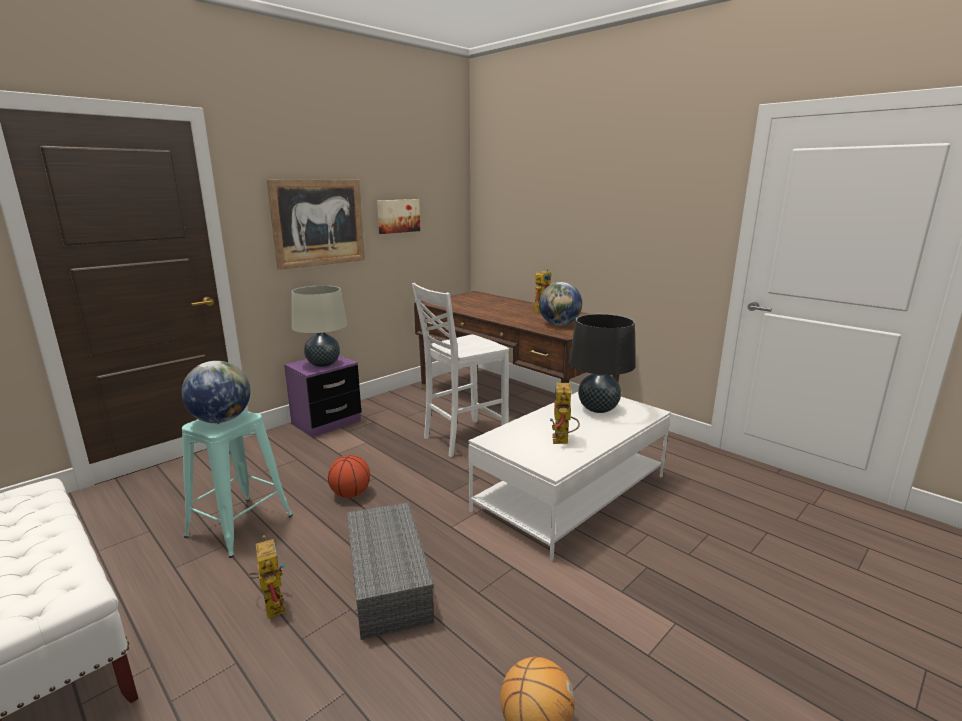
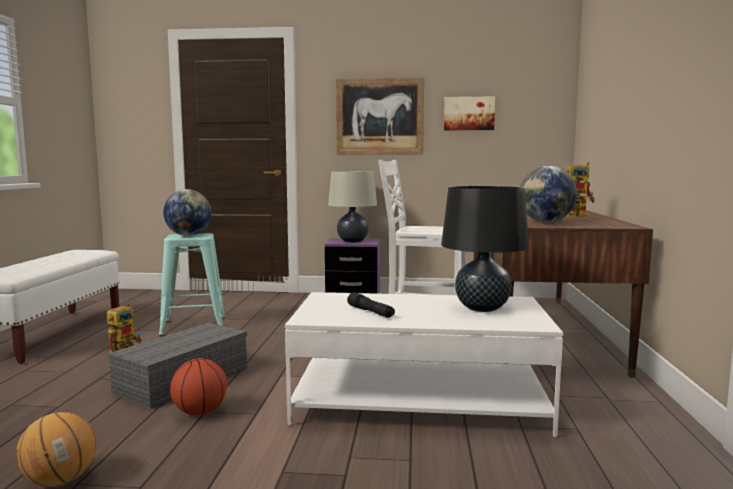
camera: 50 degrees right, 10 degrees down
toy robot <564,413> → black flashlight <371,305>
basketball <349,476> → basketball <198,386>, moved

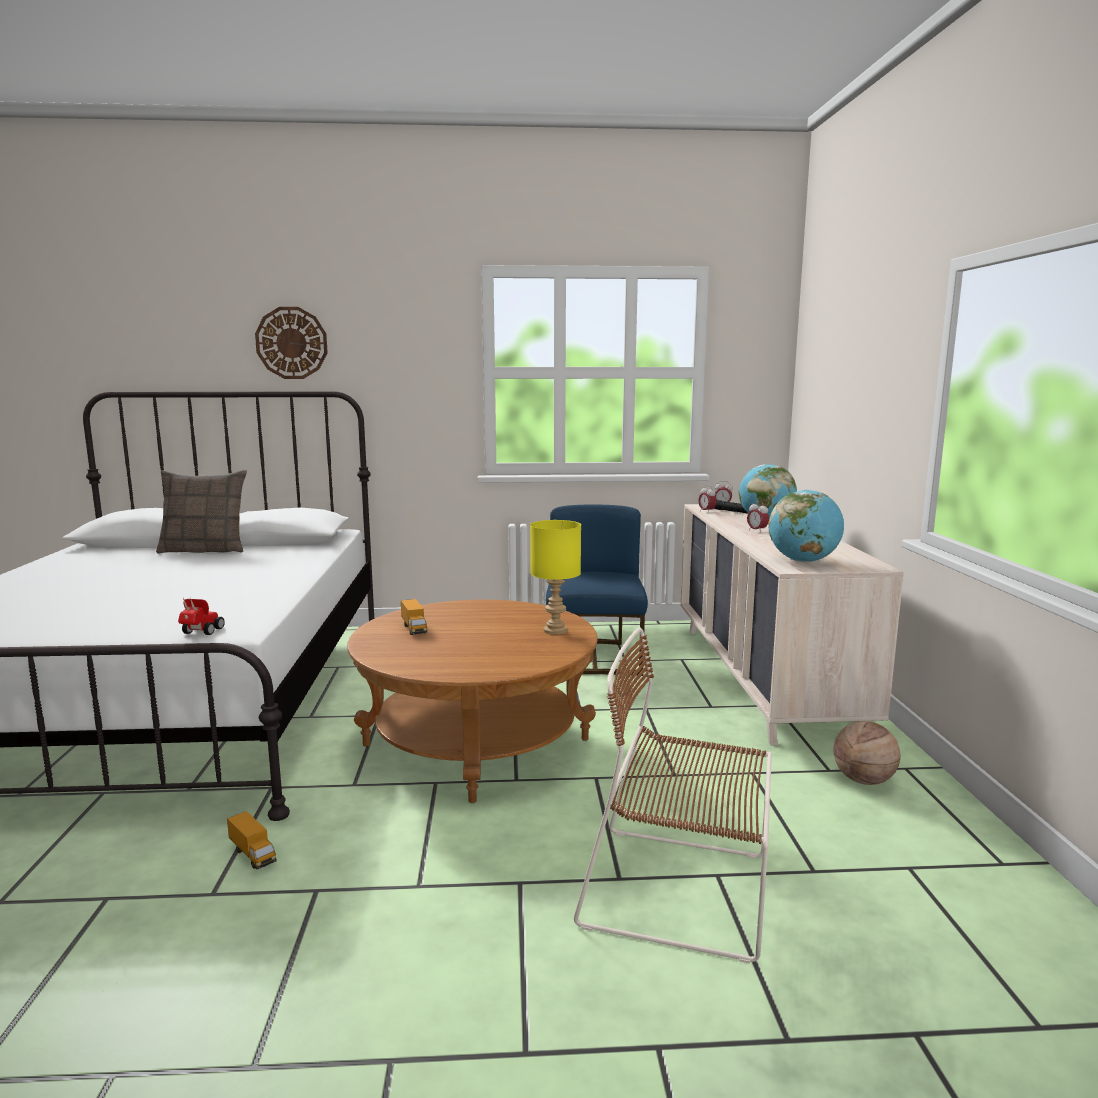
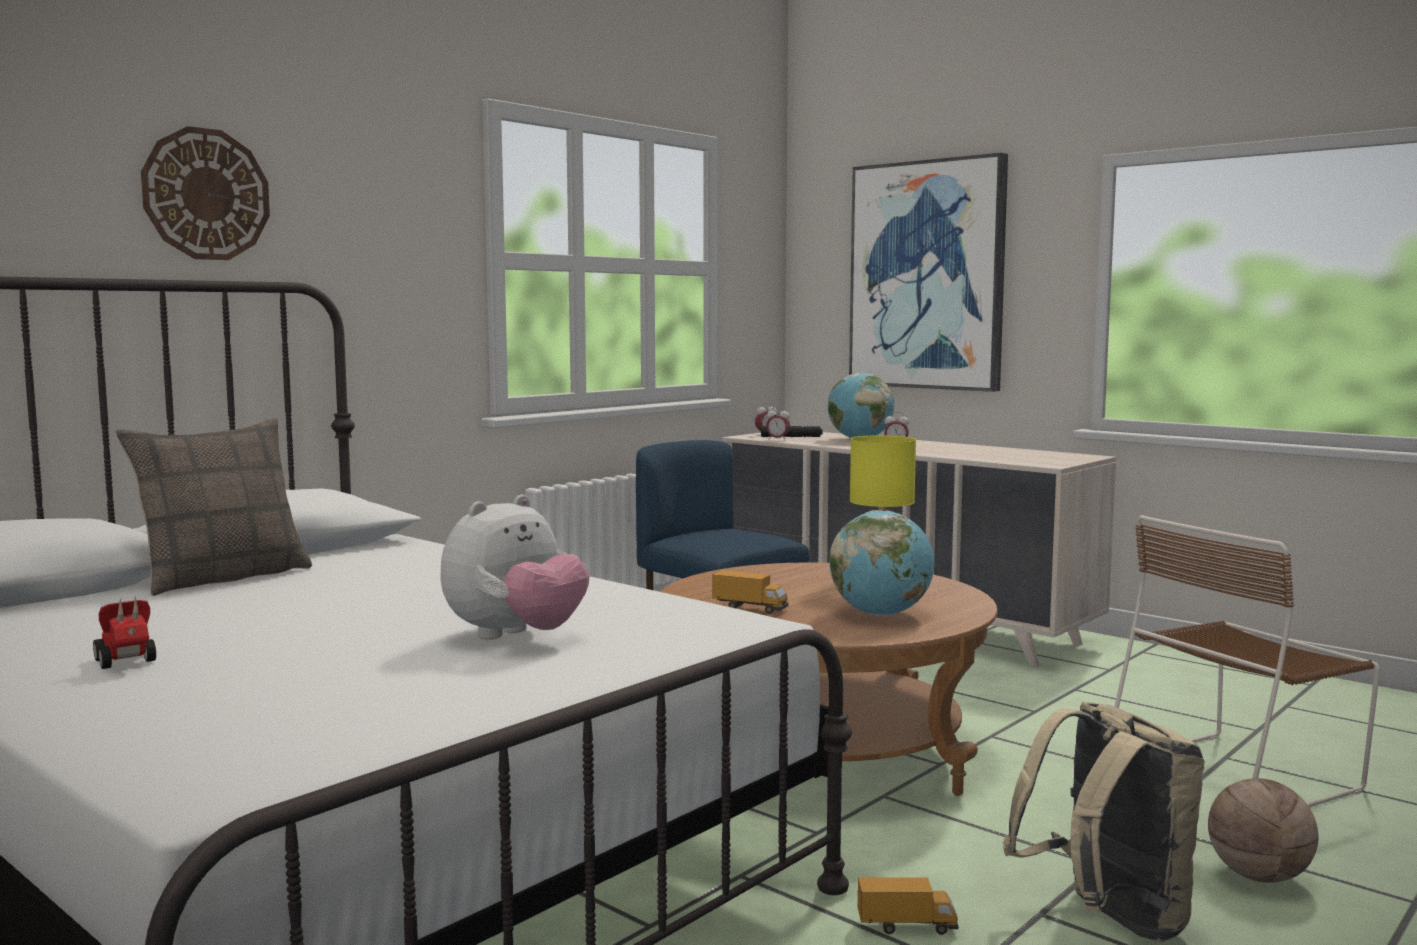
camera: 45 degrees left, 5 degrees down
globe <806,526> → globe <882,563>, moved
toy car <201,616> → toy car <124,632>, moved
basketball <867,753> → basketball <1263,830>, moved
- → picture <928,272>
- → plush toy <515,567>
- → beige backpack <1104,822>

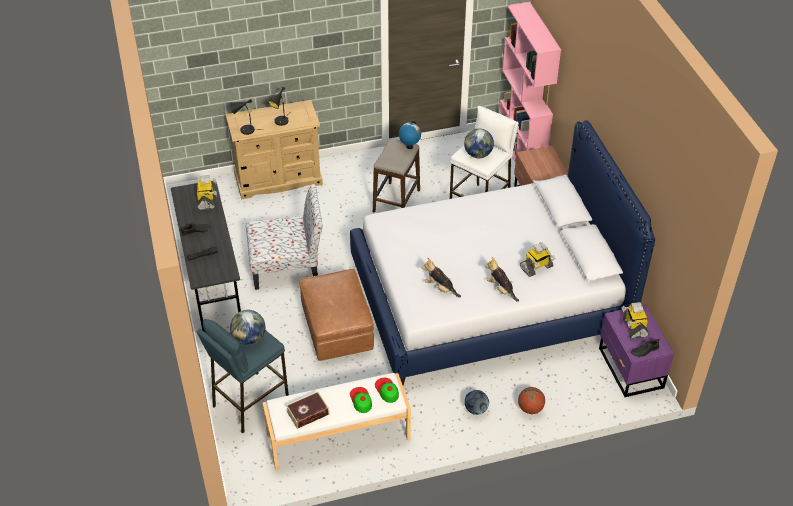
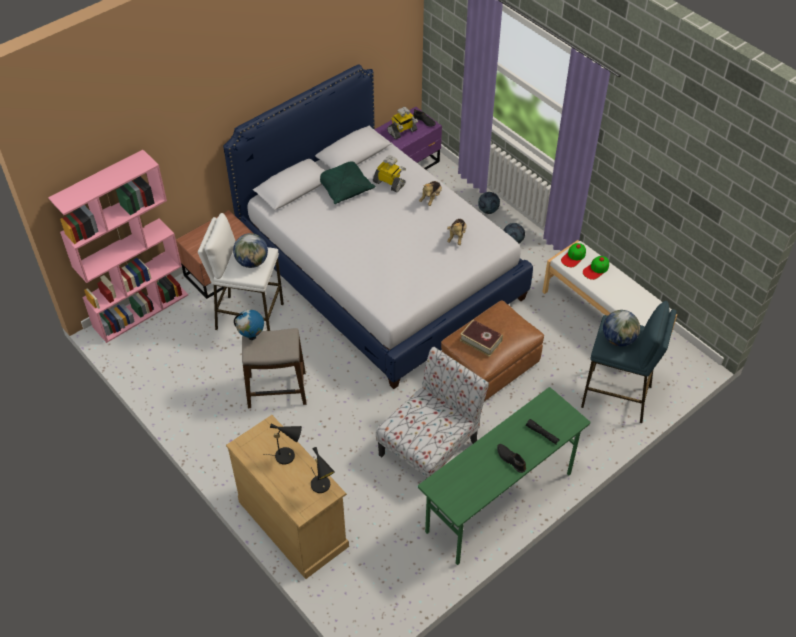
camera: 115 degrees left, 5 degrees up
toy robot <207,192> → -
grey desk <206,256> → green desk <504,476>
chair <284,237> → chair <432,412>, 75 degrees clockwise
basketball <531,400> → football <489,203>
book <307,410> → book <481,338>, moved
- → green pillow <348,182>

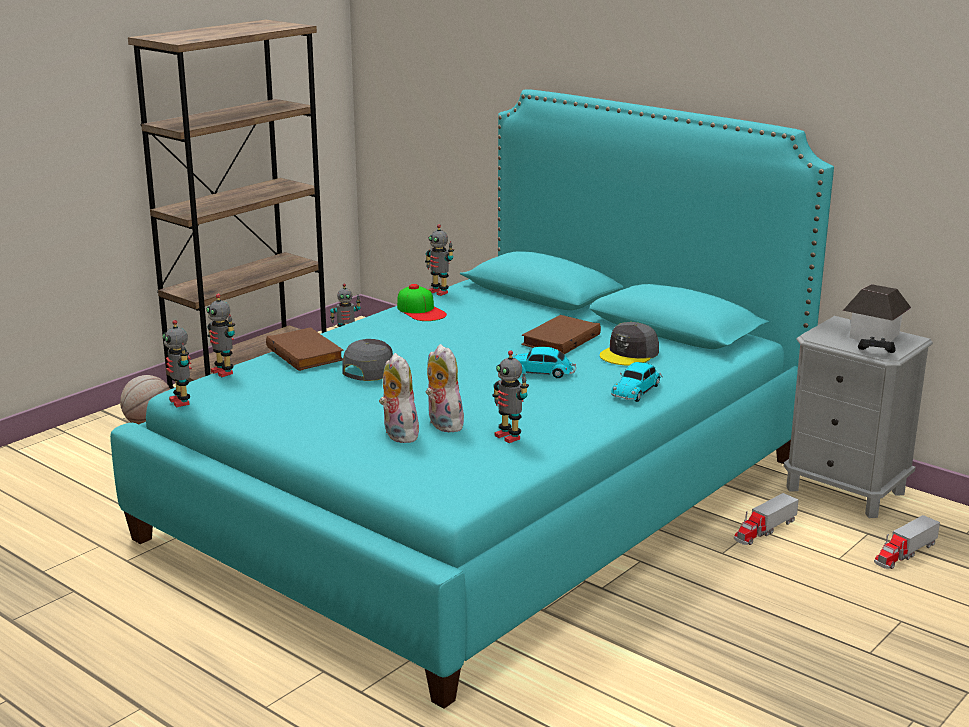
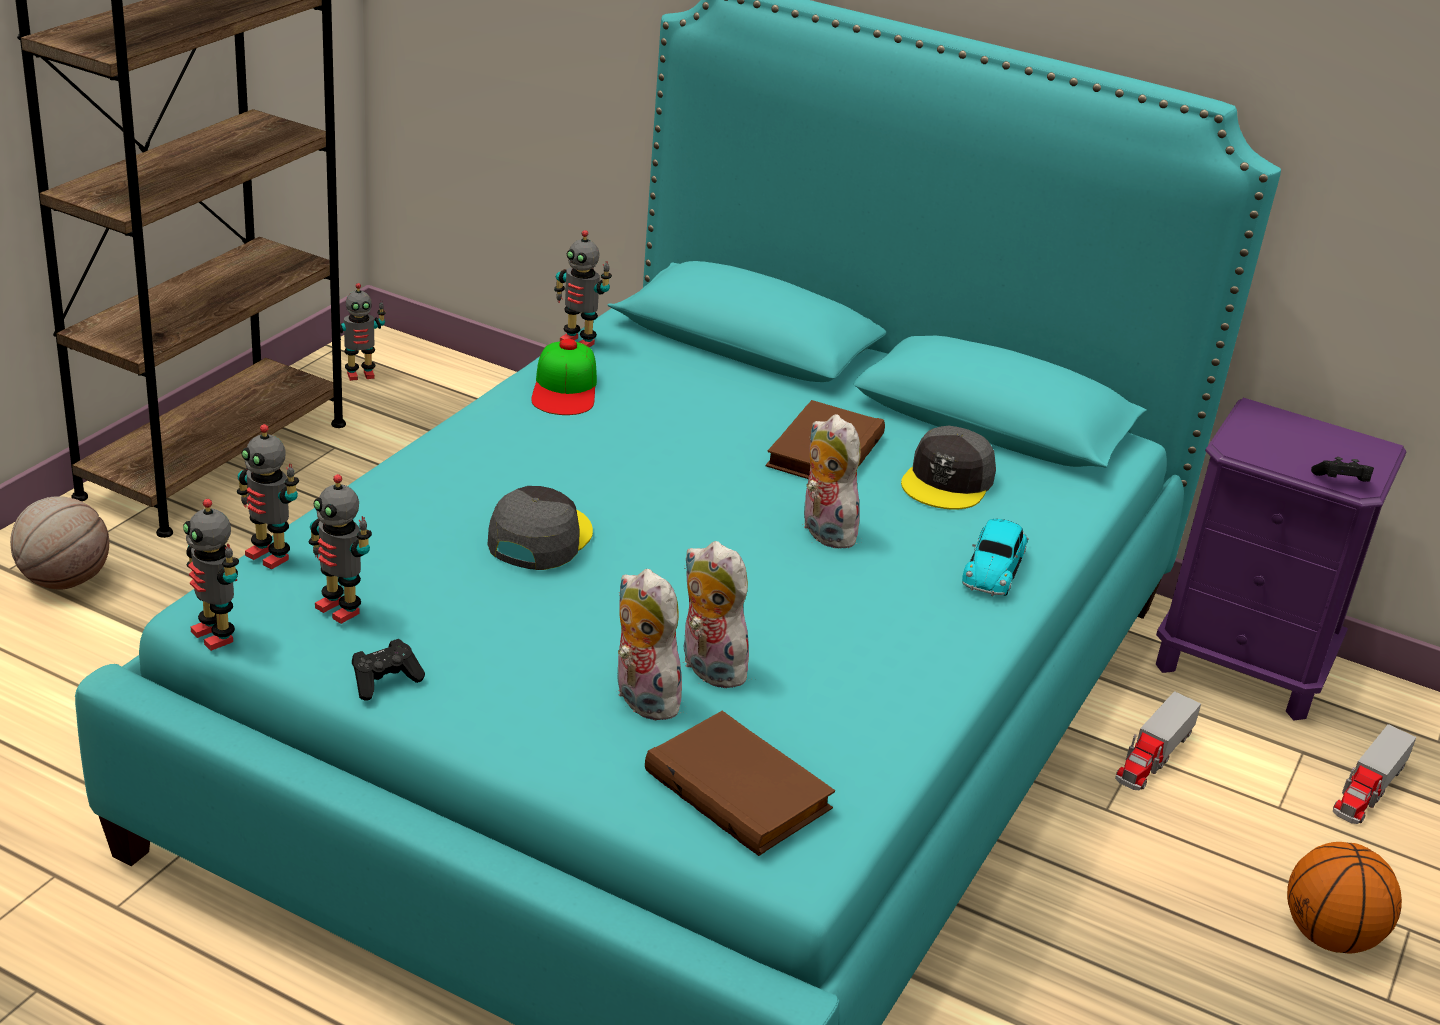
camera: 15 degrees left, 10 degrees up
cap <422,302> → cap <564,377>, 45 degrees clockwise
toy house <877,313> → -
grey nightstand <858,417> → purple nightstand <1281,559>
brown book <304,349> → brown book <740,783>, moved
toy car <544,362> → plush toy <832,481>
toy robot <510,396> → toy robot <340,549>, moved
- → black game controller <388,670>
- → basketball <1344,898>

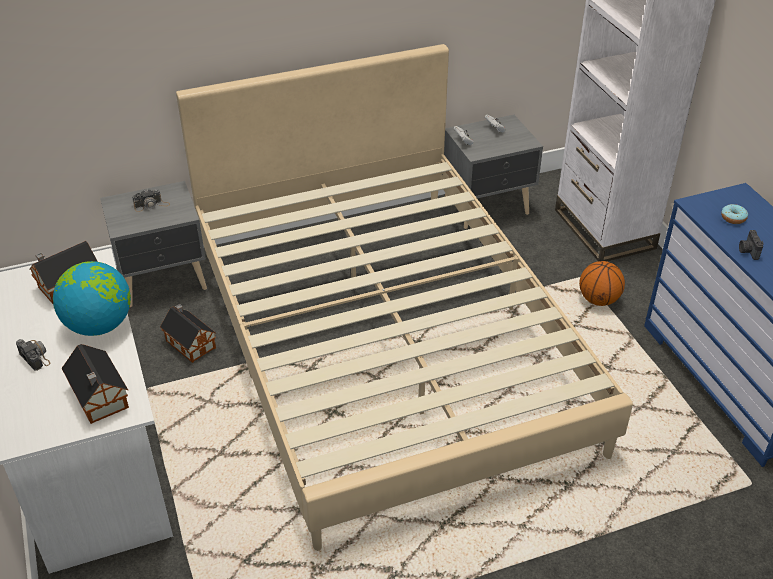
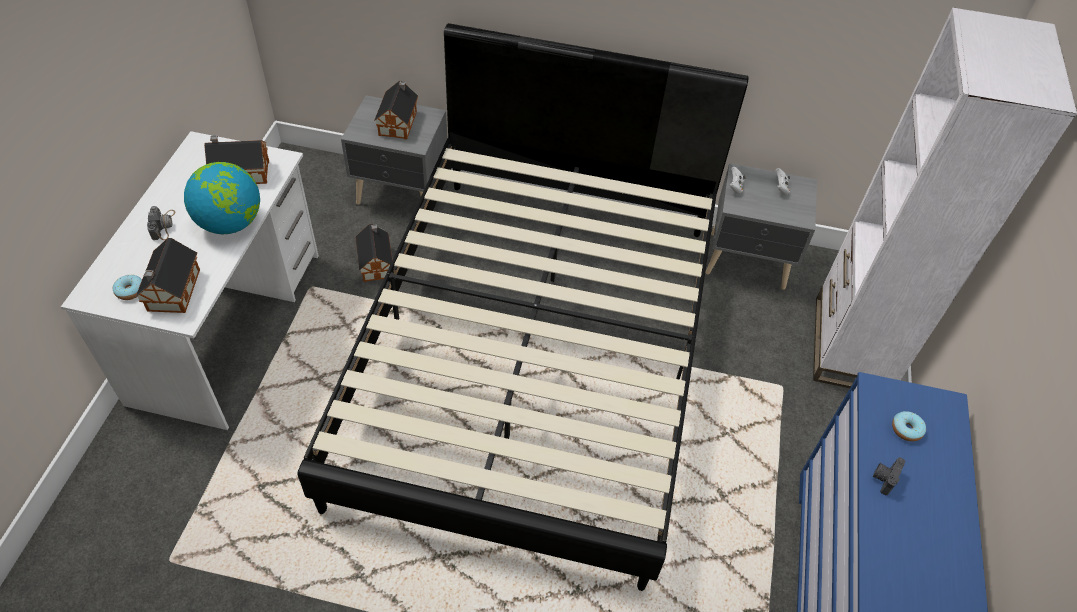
camera: 30 degrees right, 10 degrees up
beige bed <404,297> → black bed <522,307>
photo camera <151,200> → toy house <396,110>
basketball <602,283> → -
- → donut <127,287>

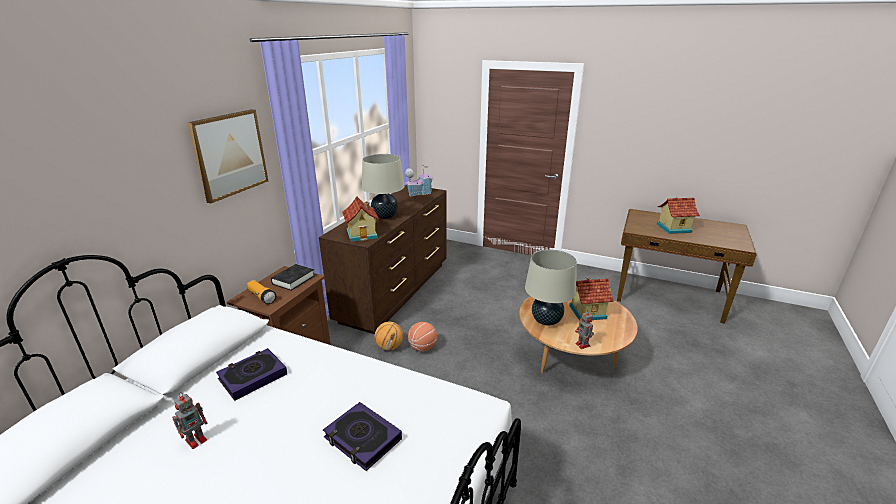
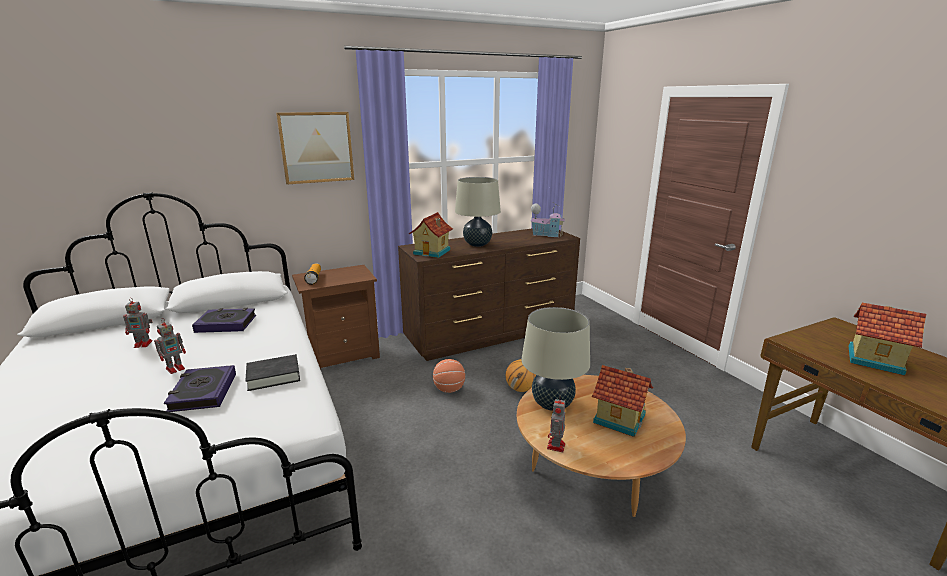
camera: 40 degrees right, 5 degrees down
black book <293,277> → black book <272,372>, moved
basketball <389,336> → basketball <521,375>, moved
- → toy robot <170,346>

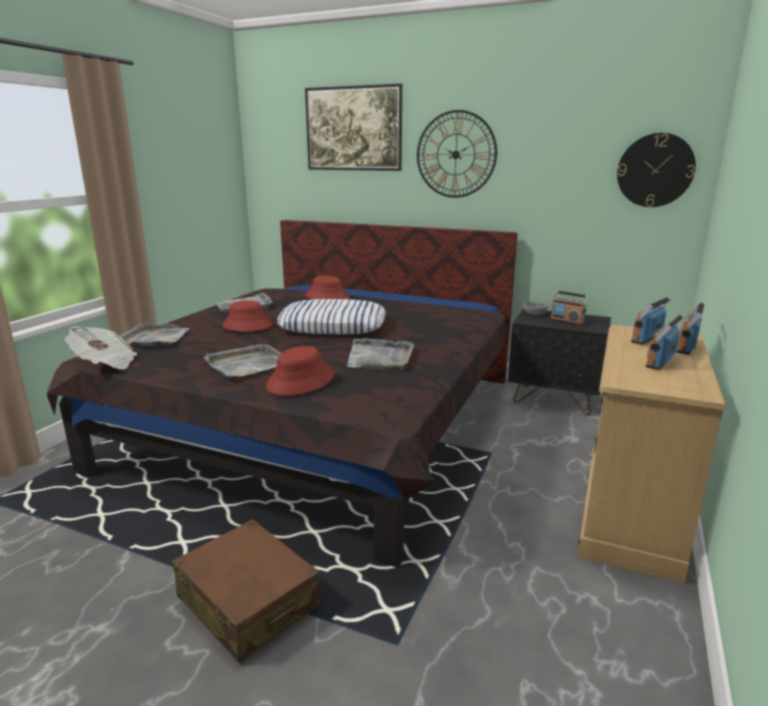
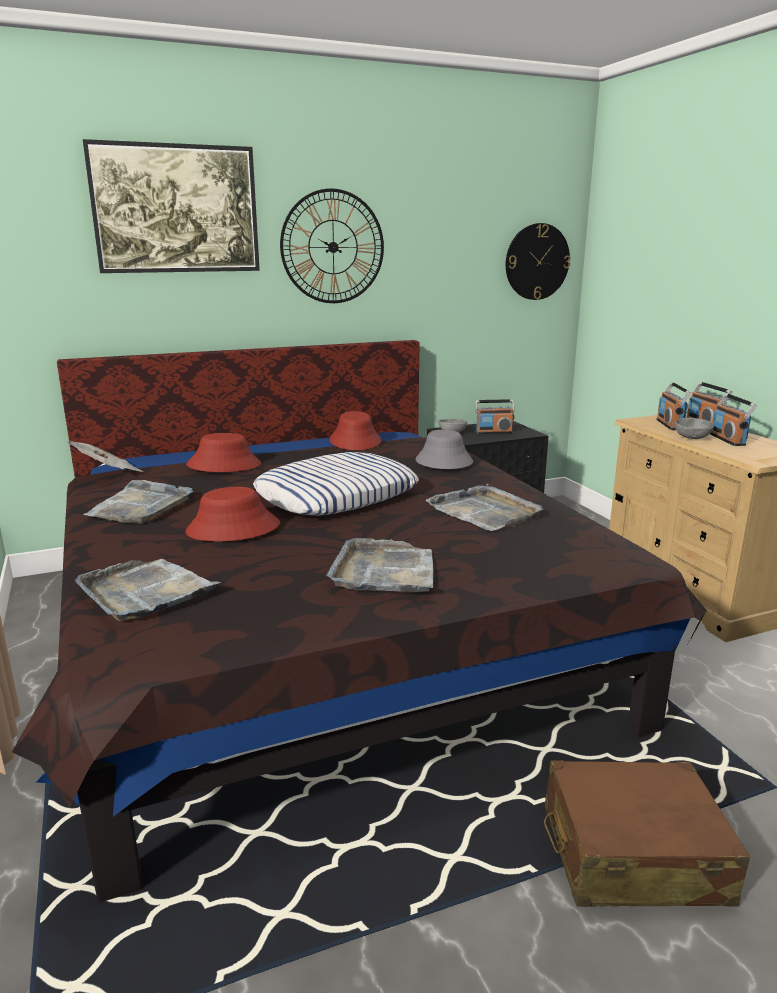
camera: 45 degrees left, 0 degrees up
newspaper <101,347> → newspaper <104,456>, moved
red hat <300,371> → red hat <355,430>, moved
- → grey bowl <694,428>
- → grey hat <444,449>

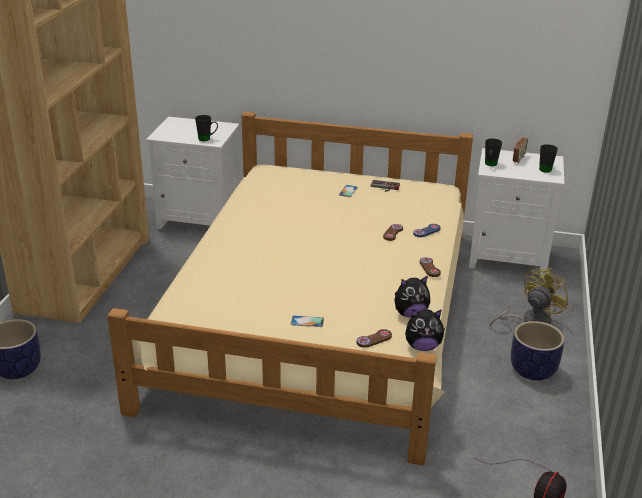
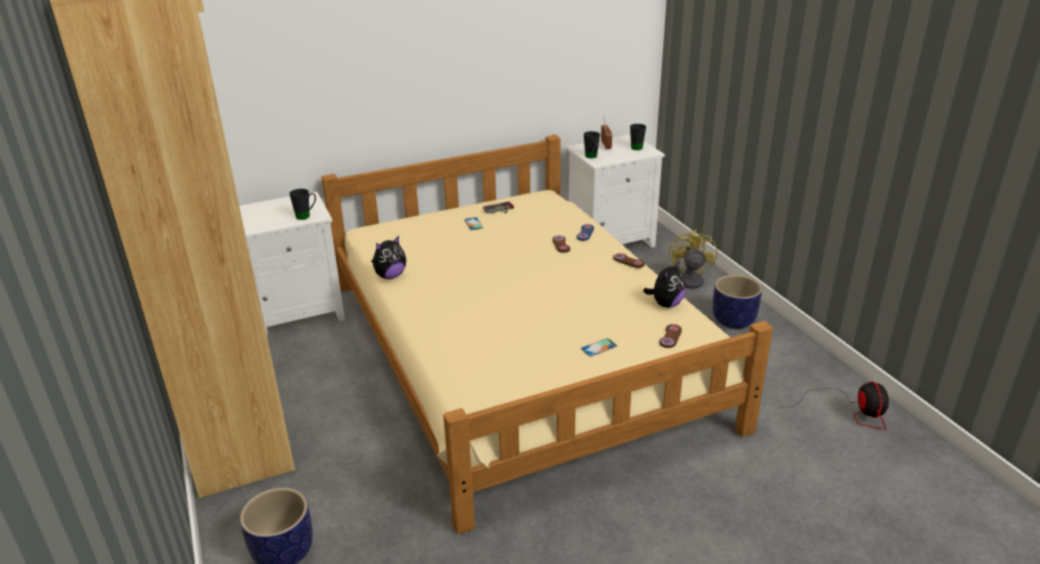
camera: 35 degrees left, 0 degrees up
plush toy <425,330> → plush toy <388,257>, moved

